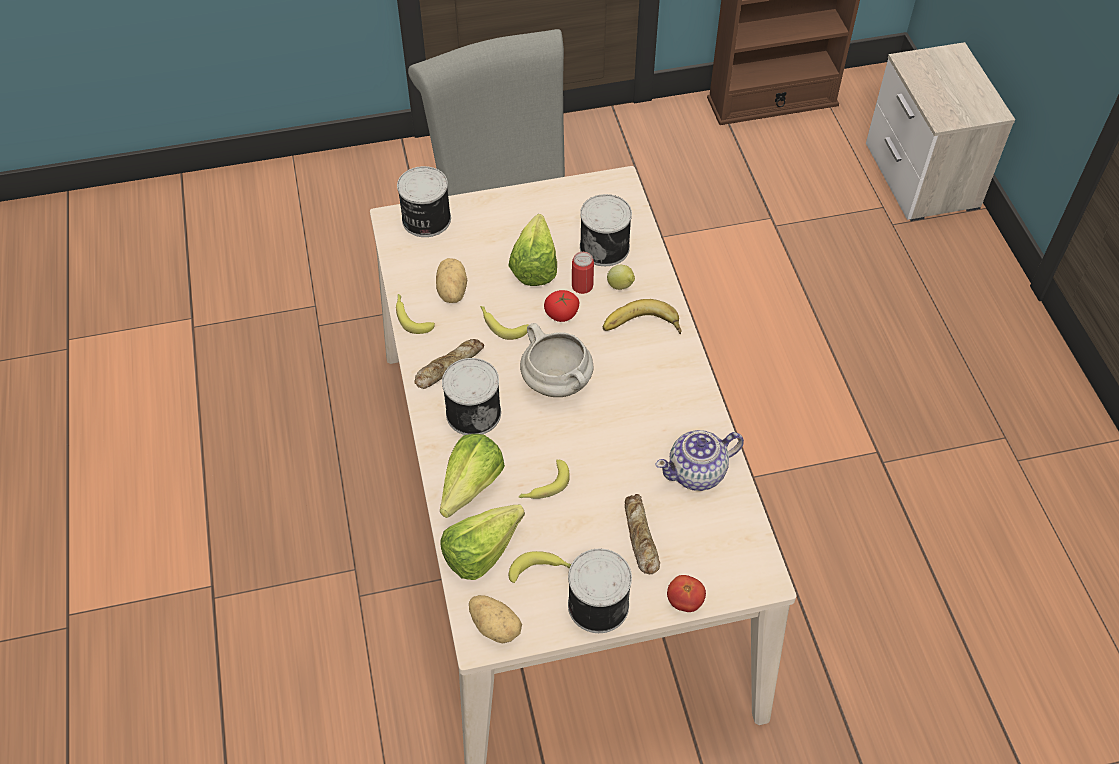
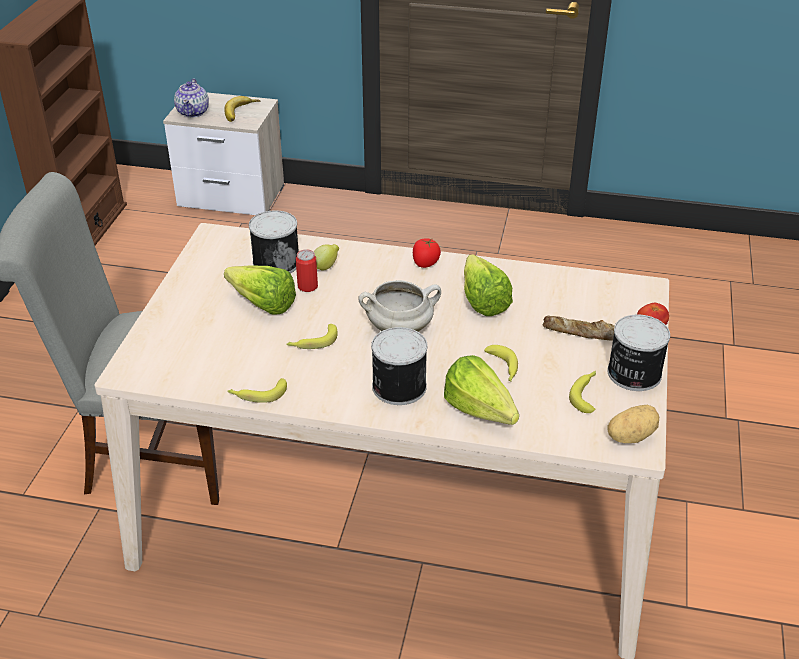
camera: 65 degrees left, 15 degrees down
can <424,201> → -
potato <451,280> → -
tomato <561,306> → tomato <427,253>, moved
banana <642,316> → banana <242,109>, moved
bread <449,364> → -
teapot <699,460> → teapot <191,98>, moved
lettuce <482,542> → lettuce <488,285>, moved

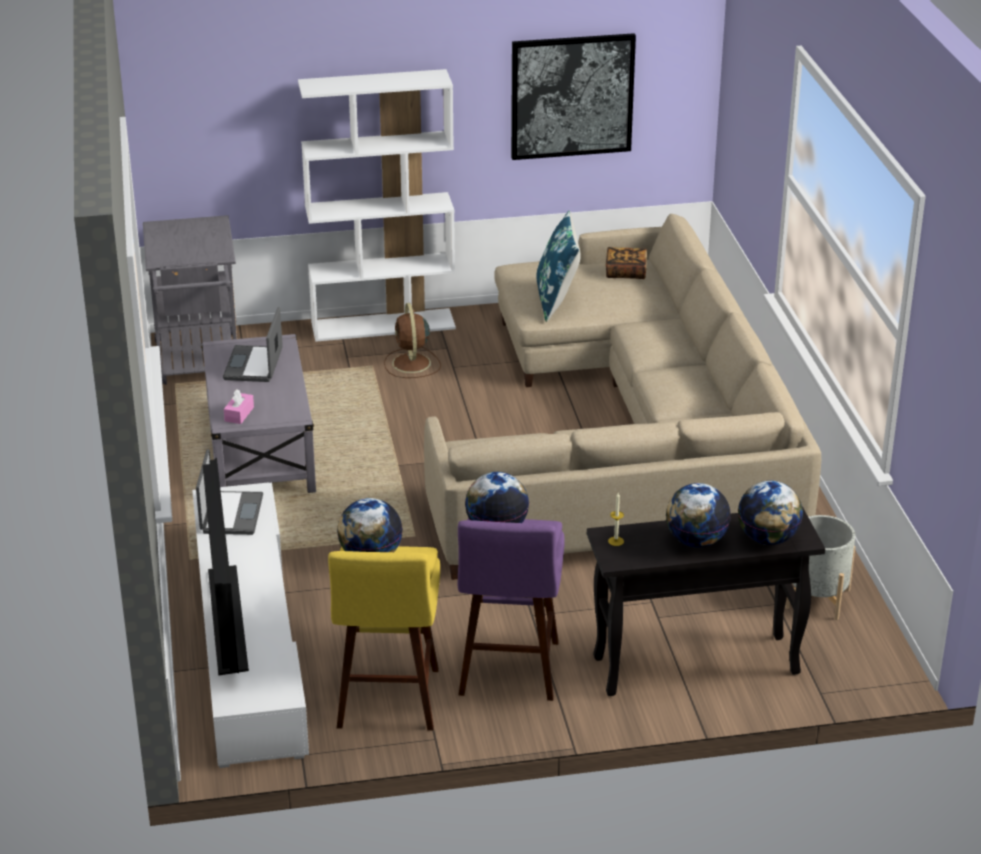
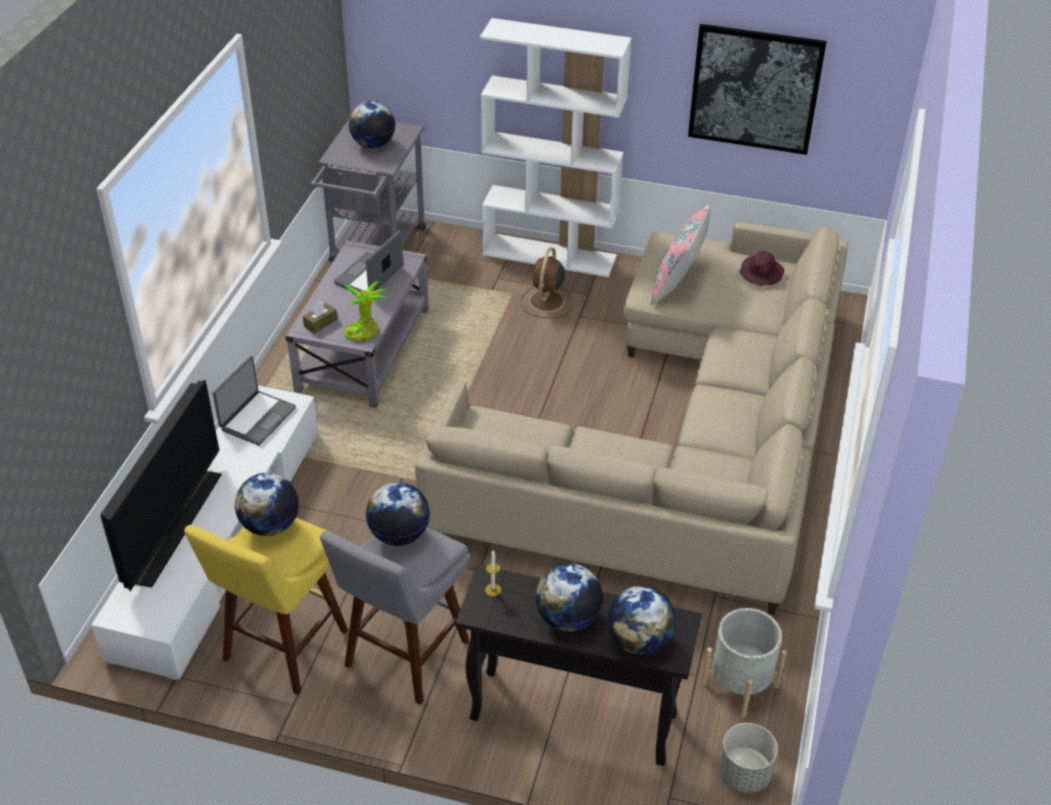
camera: 25 degrees right, 10 degrees up
blue pillow <559,266> → pink pillow <681,254>
book <626,263> → purple hat <762,268>
pink tissue box <239,406> → brown tissue box <320,317>
purple stool <511,609> → grey stool <395,615>
- → globe <372,124>
- → potted plant <365,311>
- → grey planter <748,758>

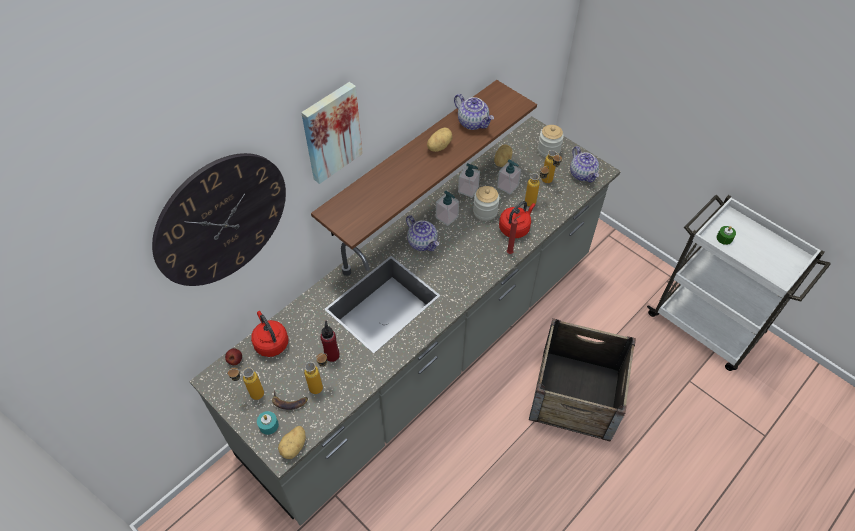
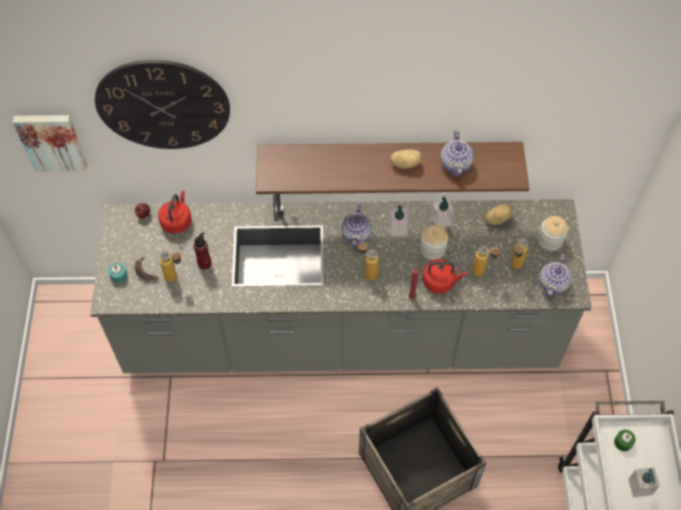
camera: 45 degrees right, 5 degrees up
picture <332,133> → picture <50,143>, moved
soap dispenser <509,177> → soap dispenser <644,482>, moved
bottle <245,384> → bottle <368,261>, moved
potato <292,442> → -

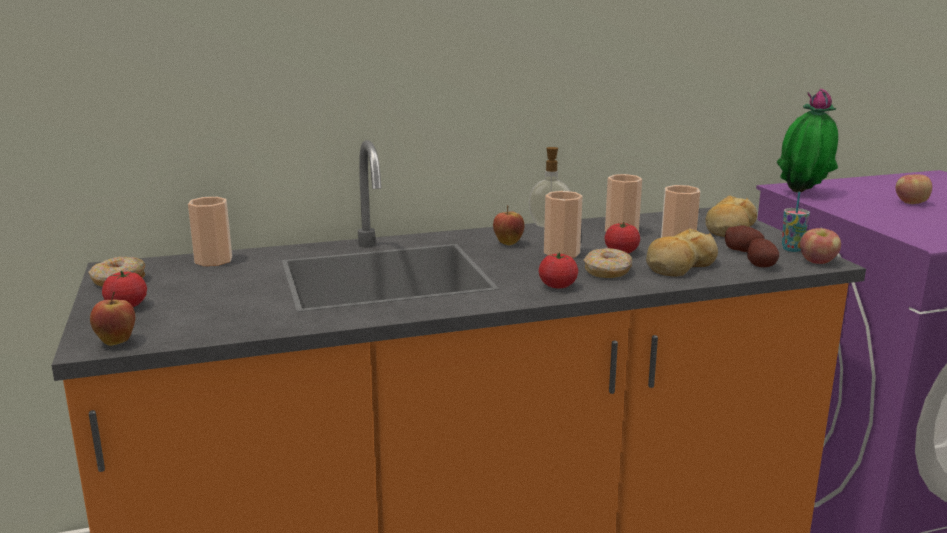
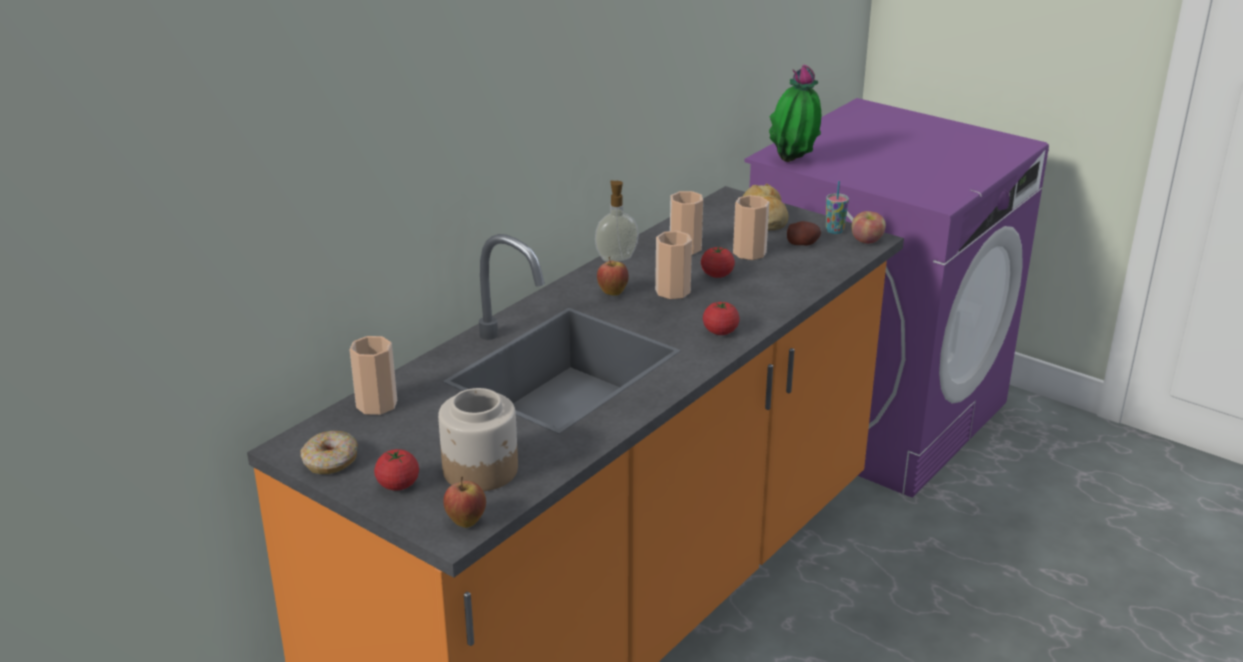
camera: 35 degrees left, 10 degrees up
apple <913,189> → -
bread <682,252> → -
potato <763,252> → -
donut <608,263> → -
- → jar <478,439>

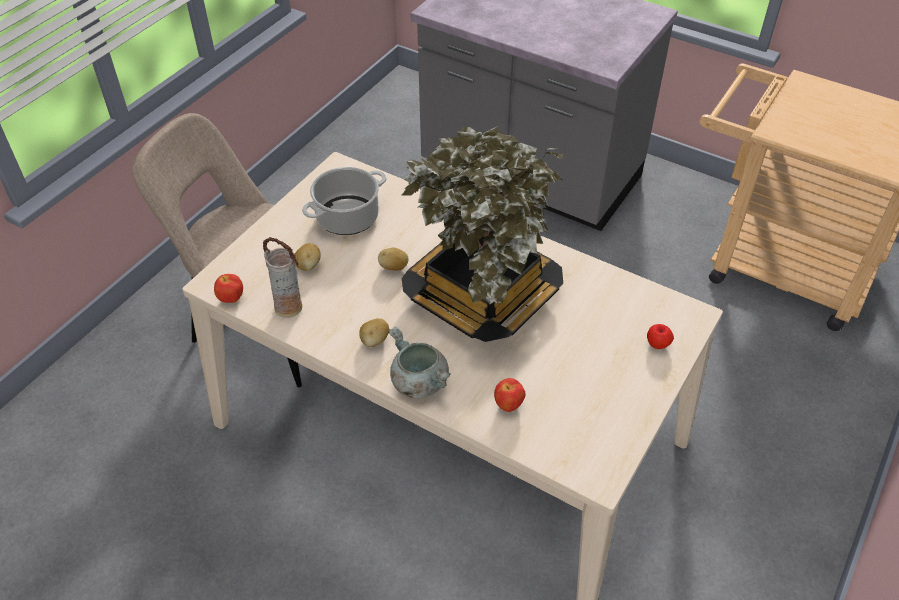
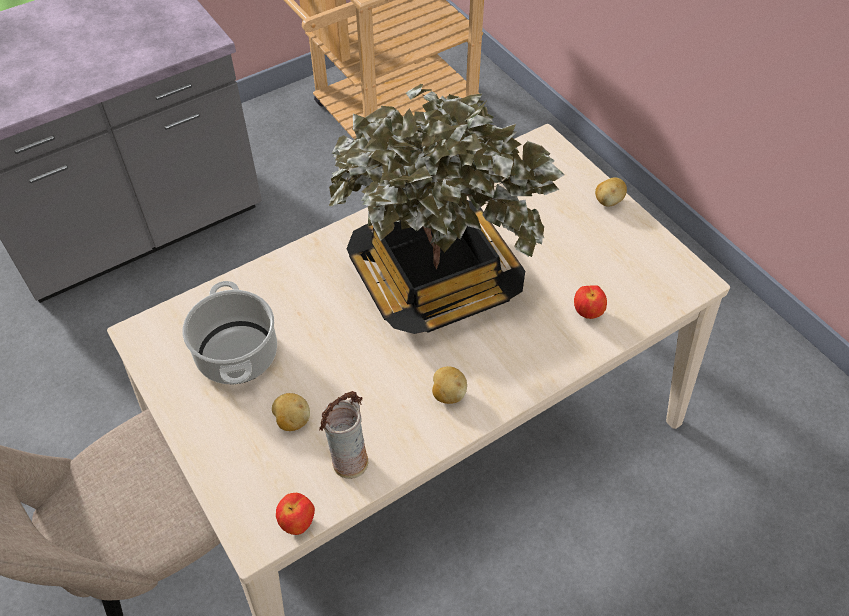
camera: 65 degrees left, 5 degrees up
potato <393,259> → potato <611,192>, moved
apple <660,336> → -
grey cooking pot <420,362> → -

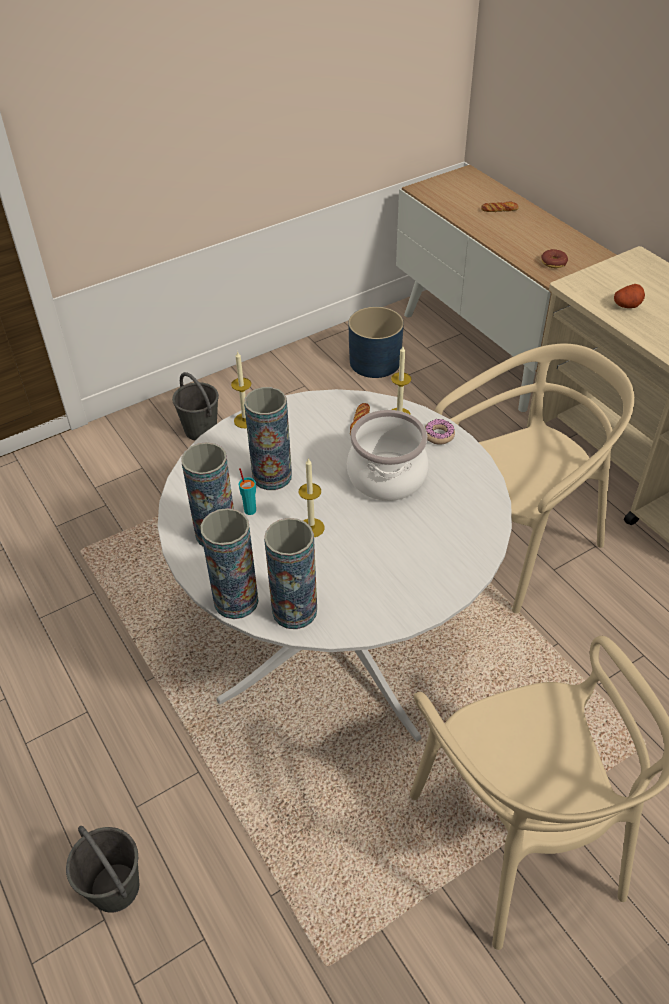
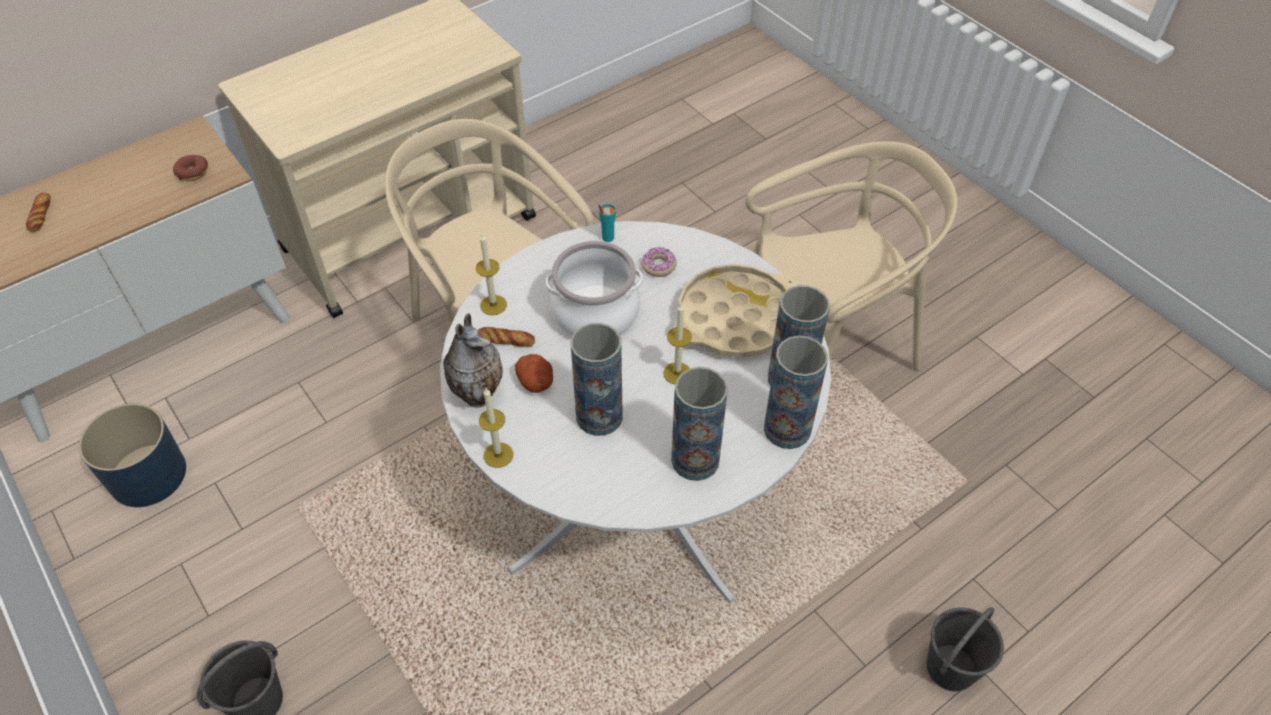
camera: 95 degrees left, 5 degrees up
potato <629,296> → potato <534,373>, moved
donut <440,432> → donut <659,262>, moved
turquoise cup <247,491> → turquoise cup <607,223>, moved
- → beige tray <735,311>
- → vase <473,361>

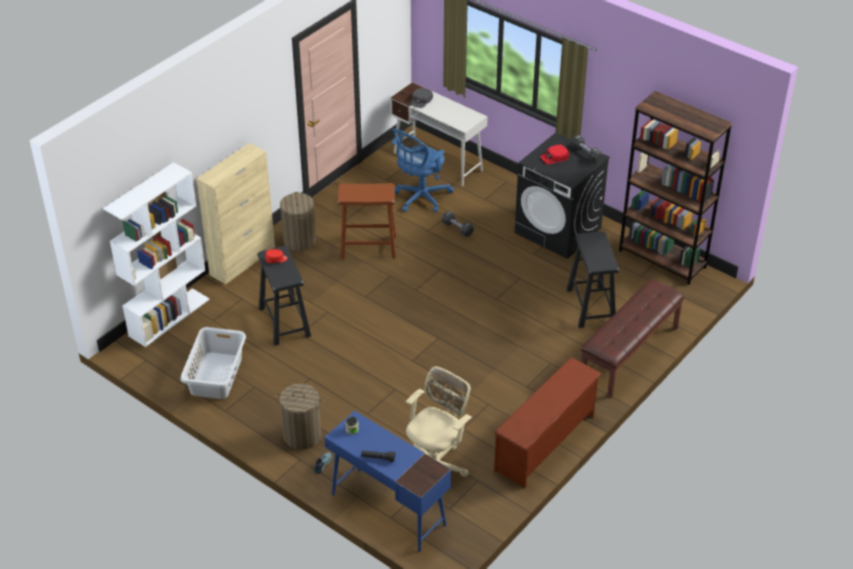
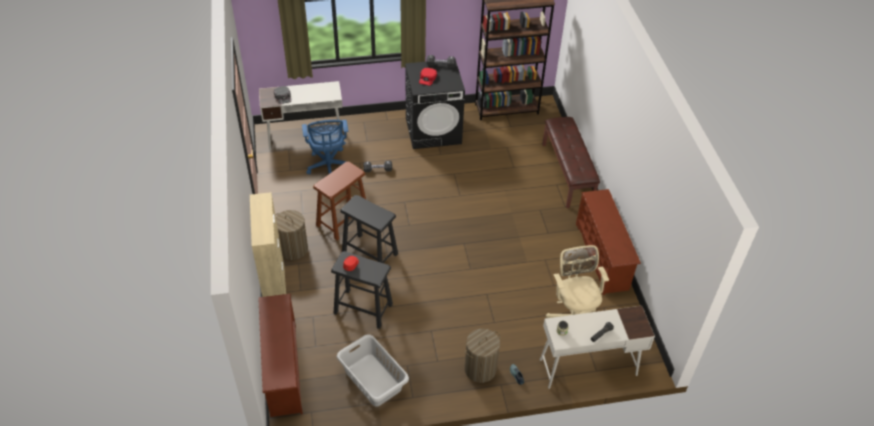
camera: 50 degrees left, 5 degrees up
white bookcase <156,254> → brown shoe rack <280,355>
black stool <592,279> → black stool <369,229>, moved
blue desk <387,481> → white desk <597,347>

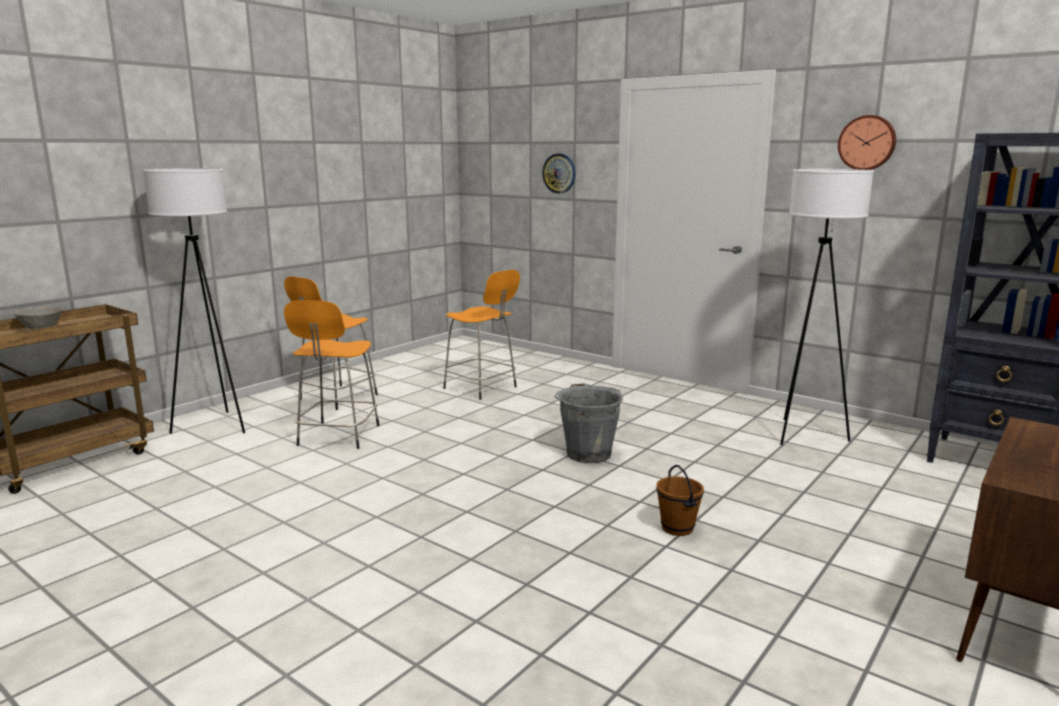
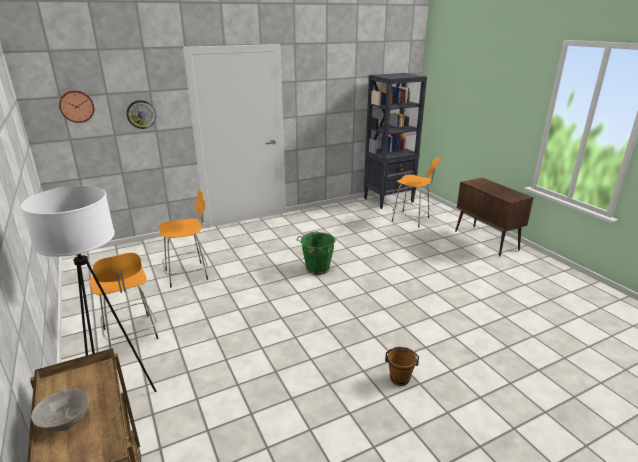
camera: 65 degrees left, 10 degrees up
wall clock <867,142> → wall clock <76,106>, moved
white floor lamp <827,307> → -
orange stool <332,374> → orange stool <416,192>, moved
grey bucket <589,423> → green bucket <316,253>
brown bucket <680,500> → brown bucket <402,366>, moved

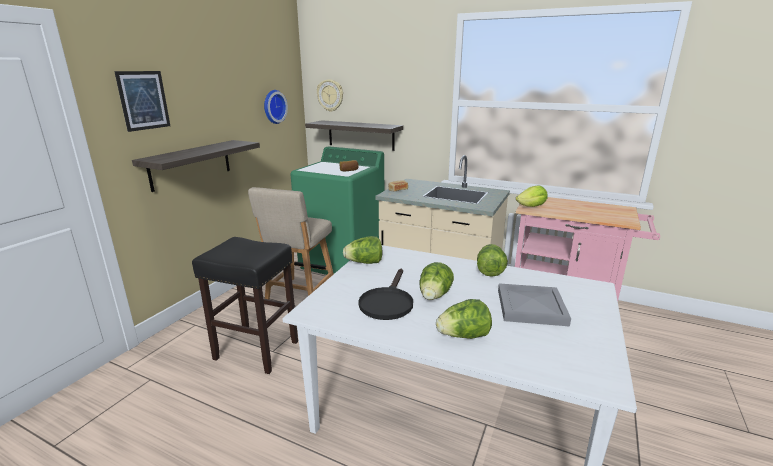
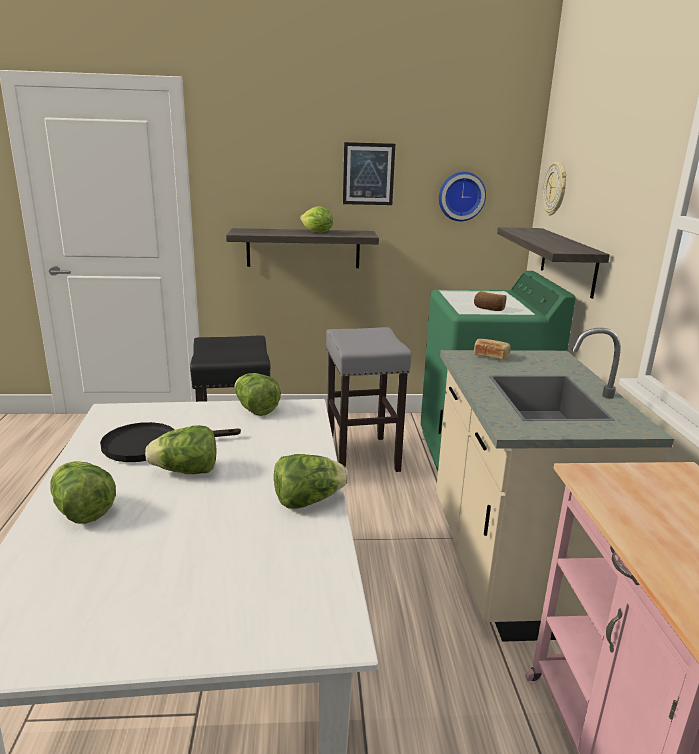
camera: 60 degrees right, 0 degrees up
picture <142,101> → picture <369,173>, moved
lettuce <532,196> → lettuce <316,219>, moved
beige chair <291,243> → grey stool <369,399>
grey tray <534,305> → -

